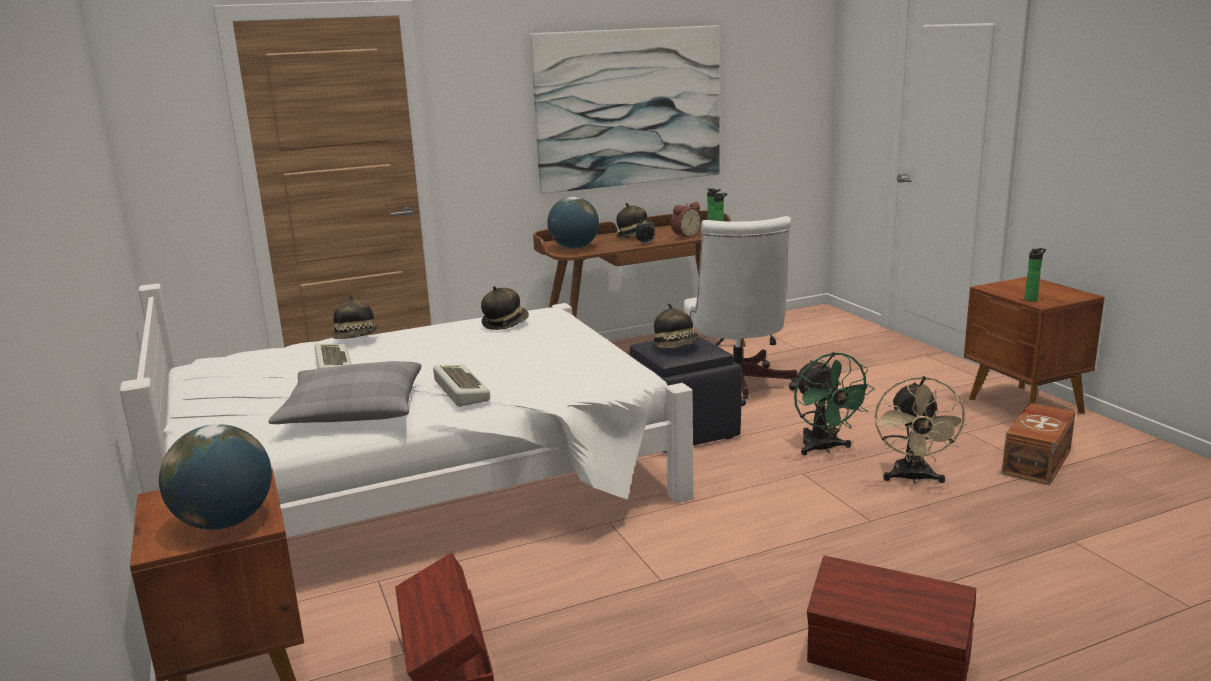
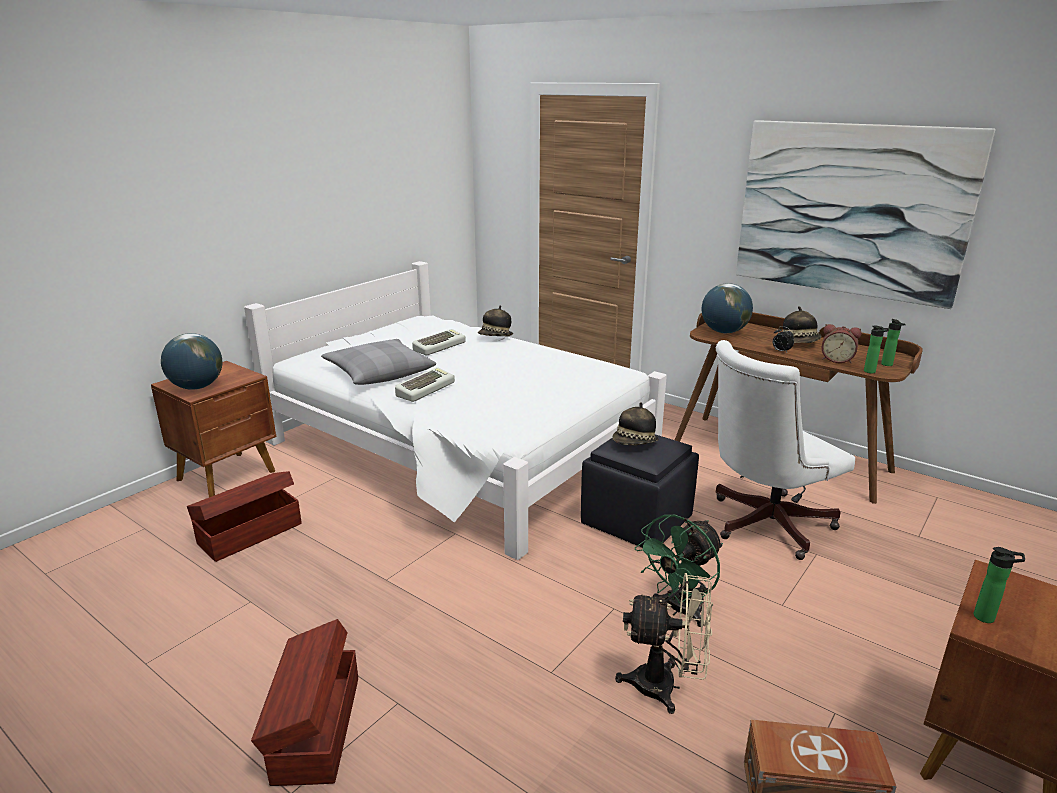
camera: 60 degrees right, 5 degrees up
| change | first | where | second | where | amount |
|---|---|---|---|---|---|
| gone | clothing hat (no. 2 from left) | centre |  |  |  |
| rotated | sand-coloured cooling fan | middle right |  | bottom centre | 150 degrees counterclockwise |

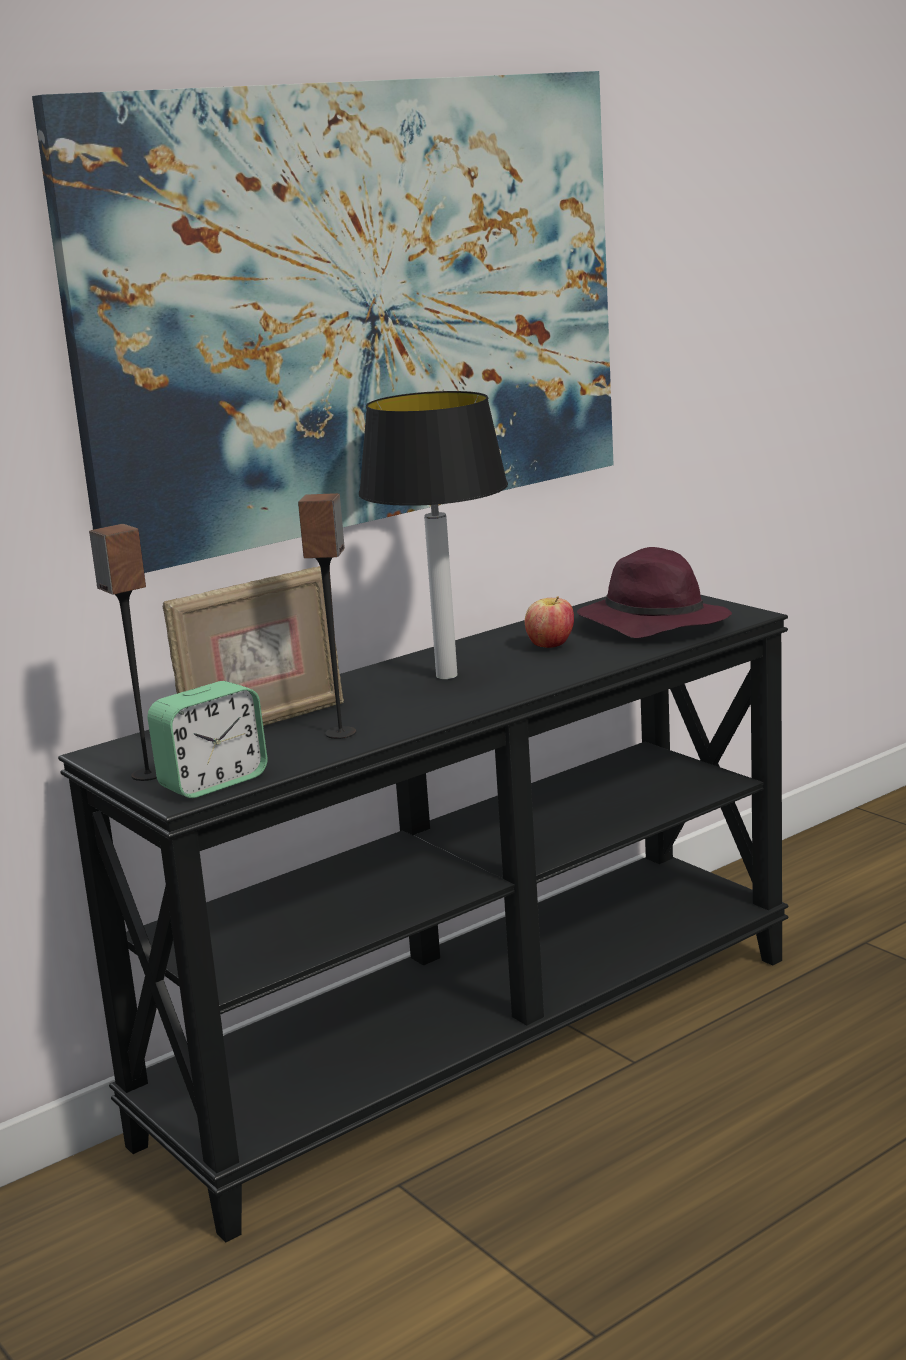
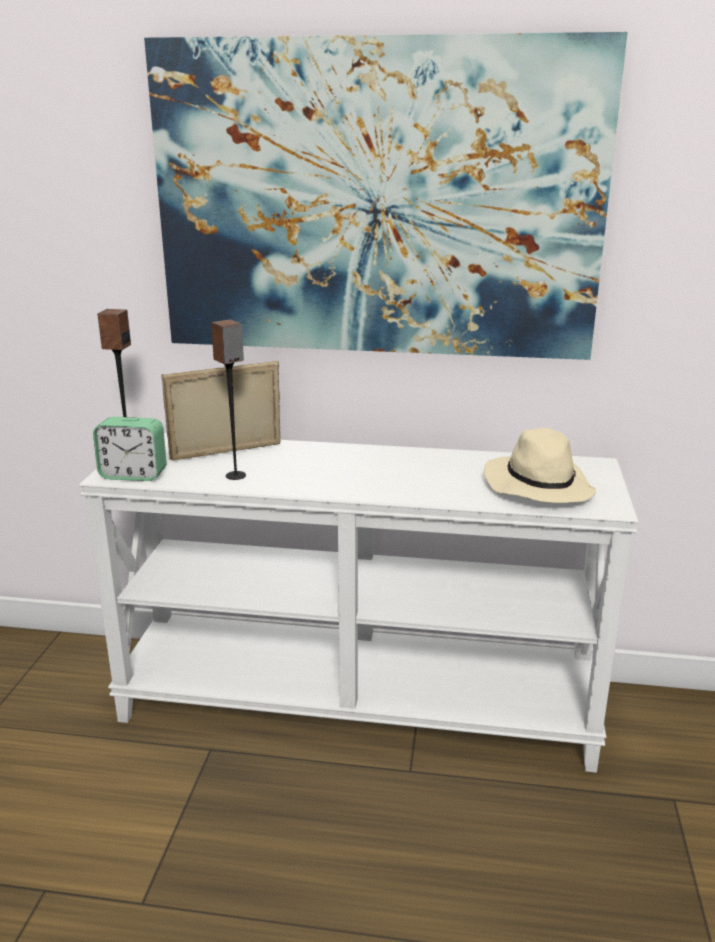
camera: 45 degrees right, 5 degrees up
| change | first | where | second | where | amount |
|---|---|---|---|---|---|
| gone | lamp for a table | centre |  |  |  |
| gone | whole apple | centre |  |  |  |
| repainted | blackish console table | bottom centre | white console table | centre |  |
| repainted | purple-coloured clothing hat | middle right | sand-coloured clothing hat | middle right |  |
| rotated | photo frame | middle left |  | middle left | 150 degrees clockwise |

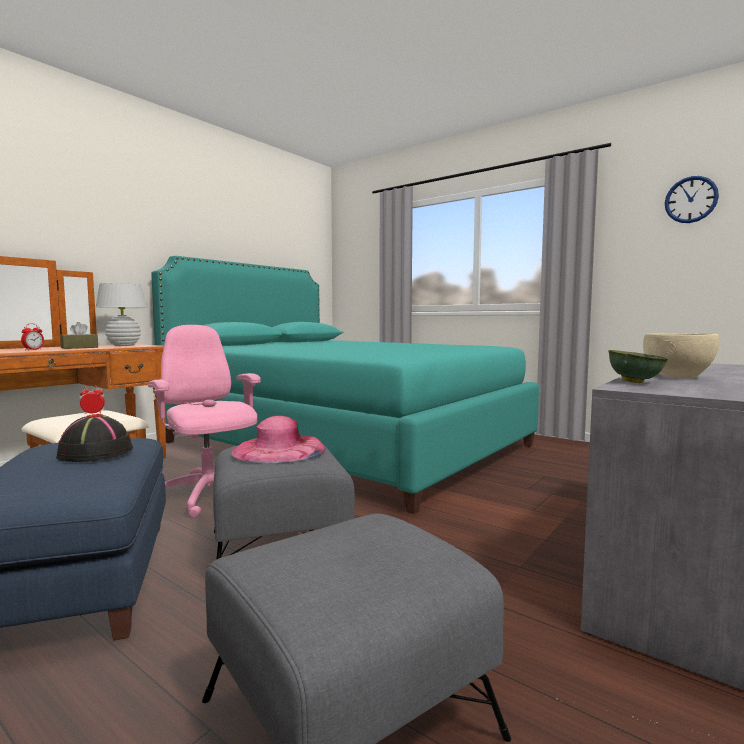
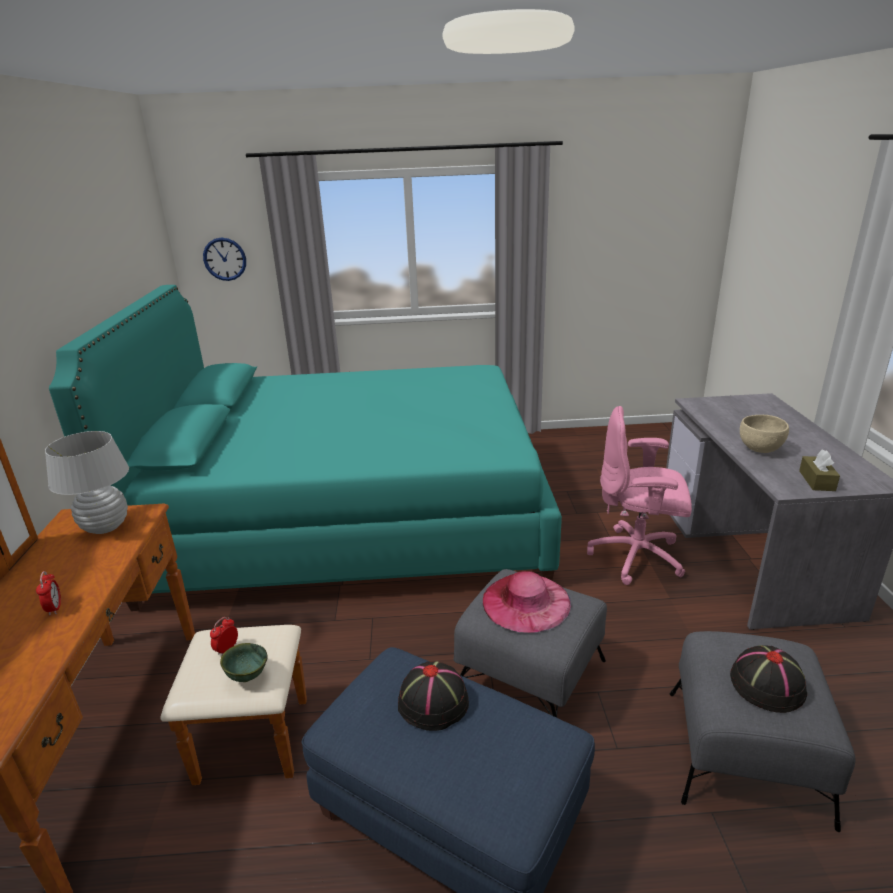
camera: 40 degrees left, 20 degrees up
| change | first | where | second | where | amount |
|---|---|---|---|---|---|
| new |  |  | blackish clothing hat (no. 2 from left) | bottom right |  |
| shifted | brown tissue holder | middle left |  | middle right |  |
| shifted | pink computer chair | middle left |  | middle right |  |
| shifted | green serving bowl | middle right |  | bottom left |  |
| shifted | clock on the wall | top right |  | top left |  |

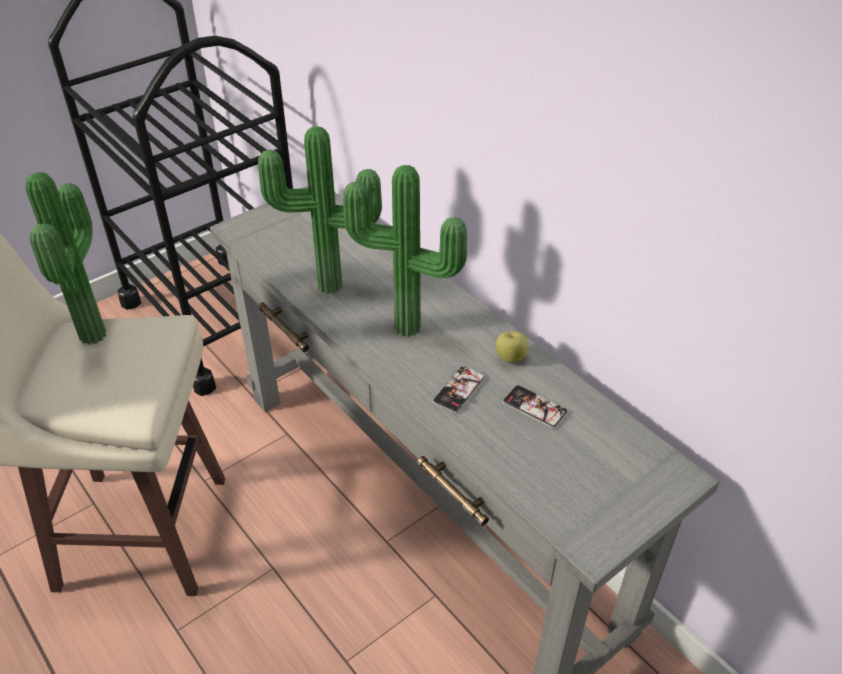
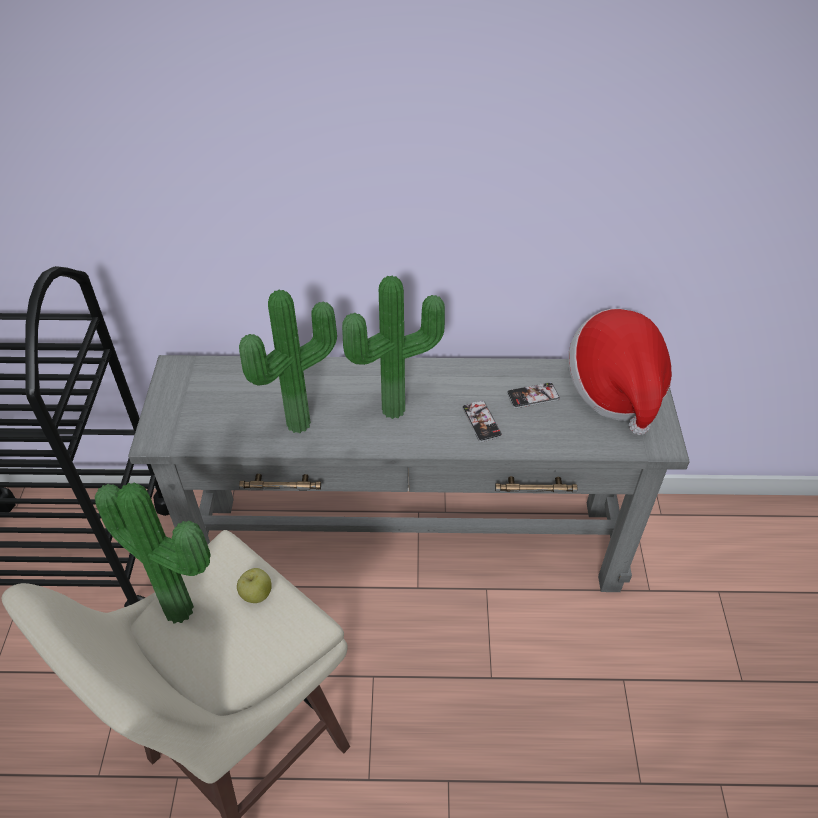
camera: 50 degrees left, 5 degrees up
| change | first | where | second | where | amount |
|---|---|---|---|---|---|
| new |  |  | clothing hat | middle right |  |
| shifted | whole apple | centre |  | bottom left |  |

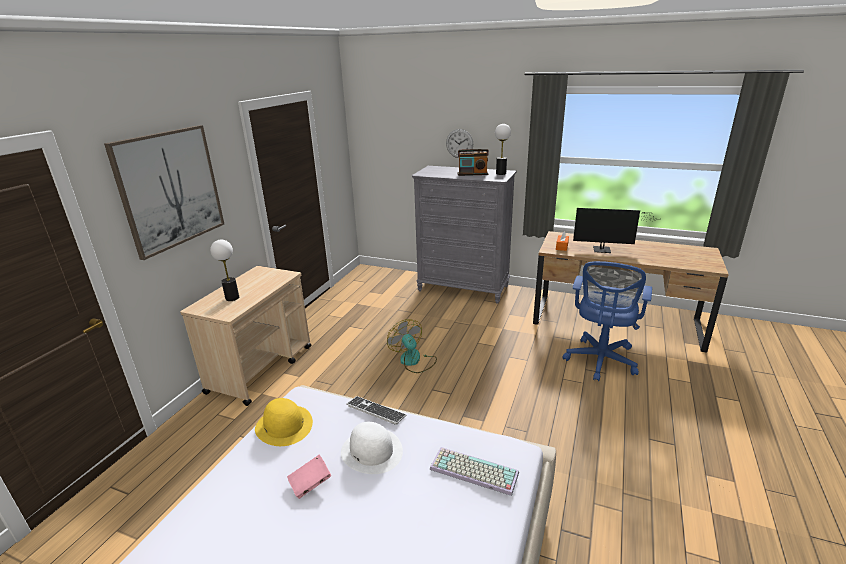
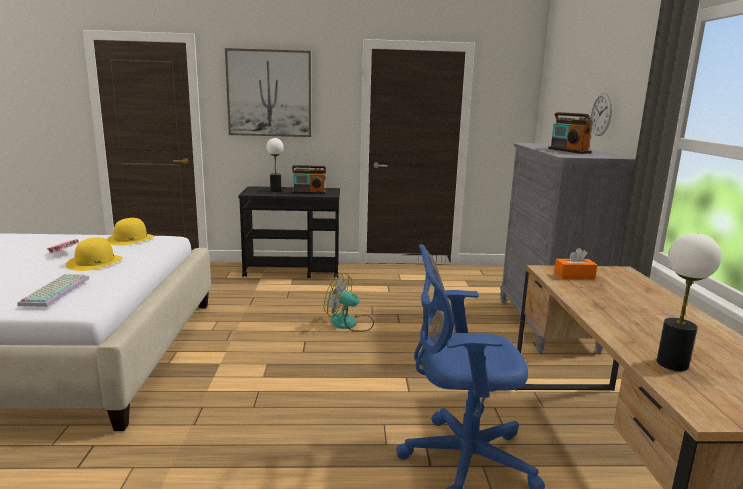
camera: 65 degrees right, 10 degrees down
| change | first | where | second | where | amount |
|---|---|---|---|---|---|
| gone | computer keyboard (no. 1 from left) | bottom centre |  |  |  |
| gone | computer screen | middle right |  |  |  |
| new |  |  | radio receiver (no. 1 from left) | centre |  |
| shifted | lamp for a table (no. 2 from left) | top centre |  | middle right |  |
| repainted | sand-coloured trolley | middle left | blackish trolley | centre |  |
| repainted | white clothing hat | bottom centre | yellowish clothing hat (no. 1 from left) | middle left |  |
| rotated | cooling fan | centre |  | centre | 105 degrees counterclockwise |

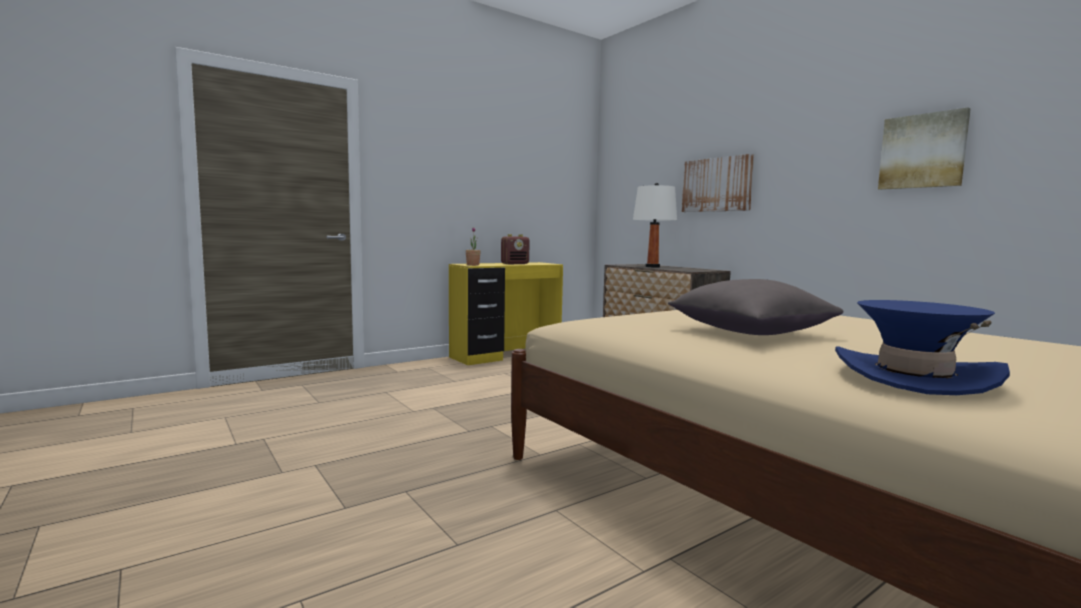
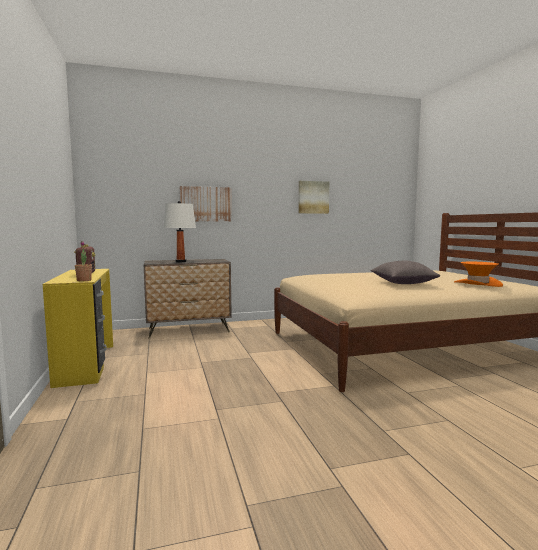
camera: 70 degrees left, 0 degrees up
| change | first | where | second | where | amount |
|---|---|---|---|---|---|
| repainted | blue-coloured clothing hat | middle right | orange clothing hat | middle right |  |

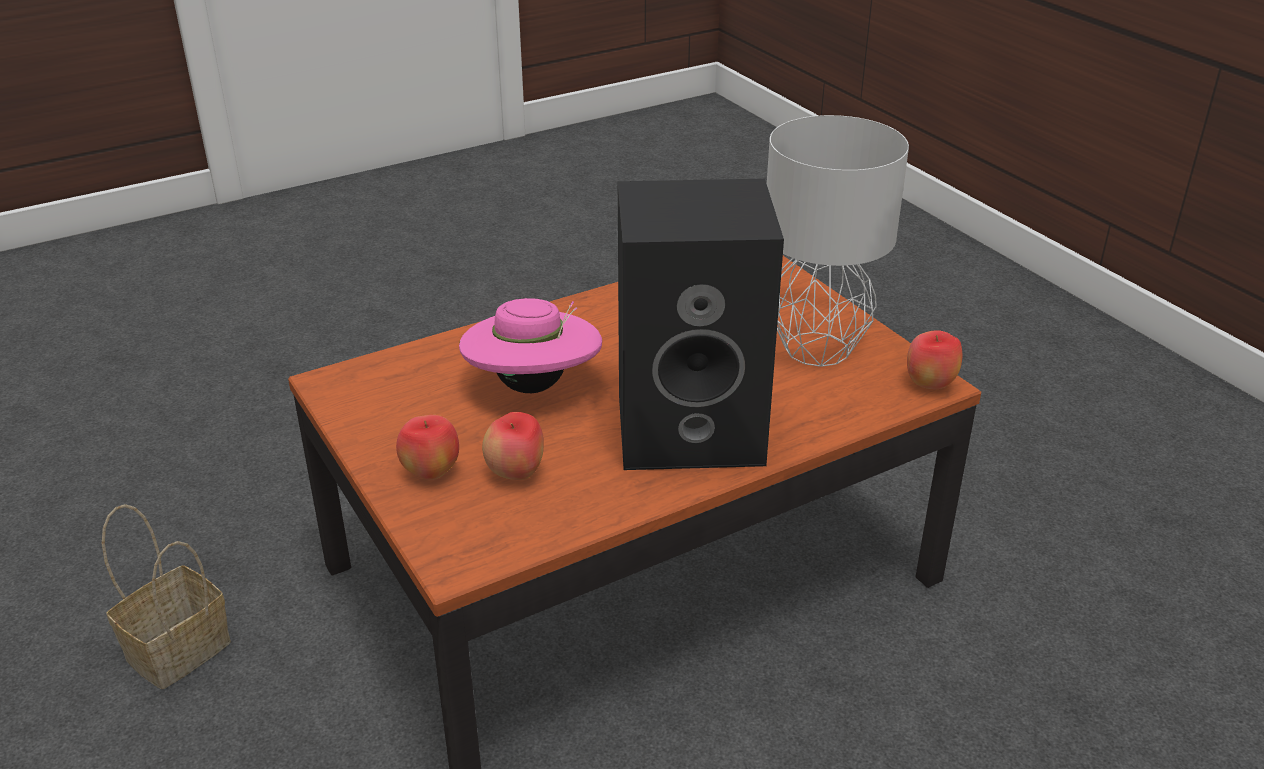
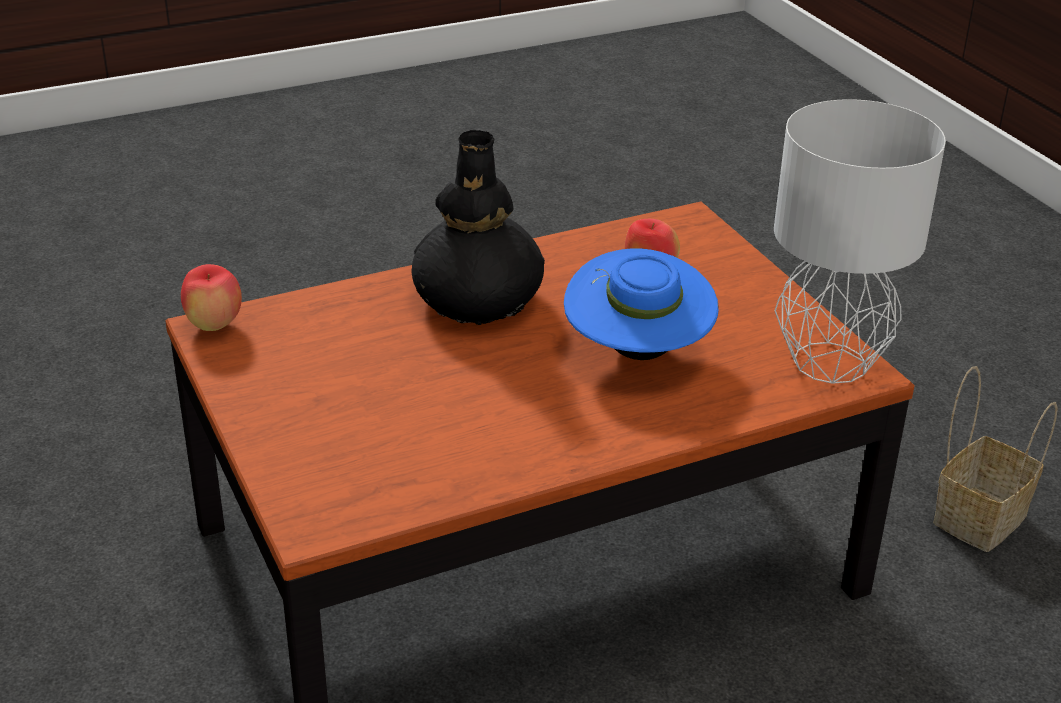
camera: 175 degrees left, 0 degrees up
| change | first | where | second | where | amount |
|---|---|---|---|---|---|
| gone | whole apple (no. 1 from left) | centre |  |  |  |
| shifted | gray lamp for a table | top centre |  | middle right |  |
| swapped | blackish speaker | centre | blackish vase | top centre |  |
| repainted | pink clothing hat | centre | blue-coloured clothing hat | centre |  |

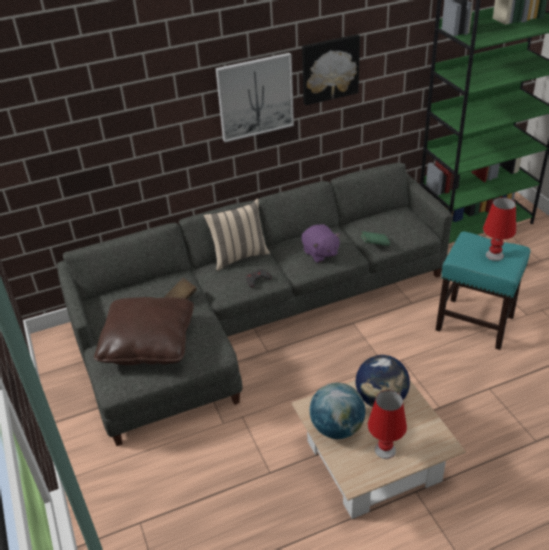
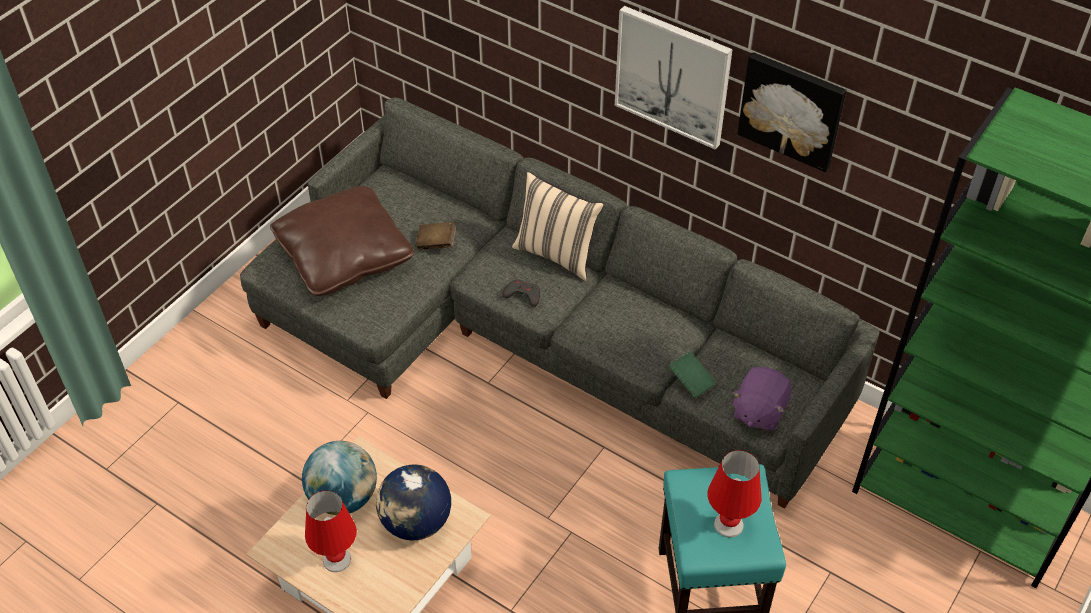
camera: 55 degrees right, 10 degrees up
| change | first | where | second | where | amount |
|---|---|---|---|---|---|
| shifted | purple-coloured plush toy | centre |  | middle right |  |

